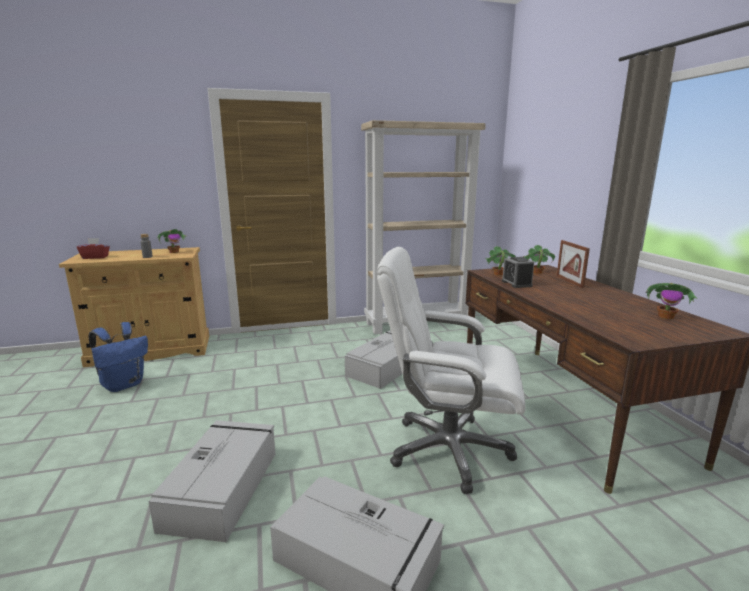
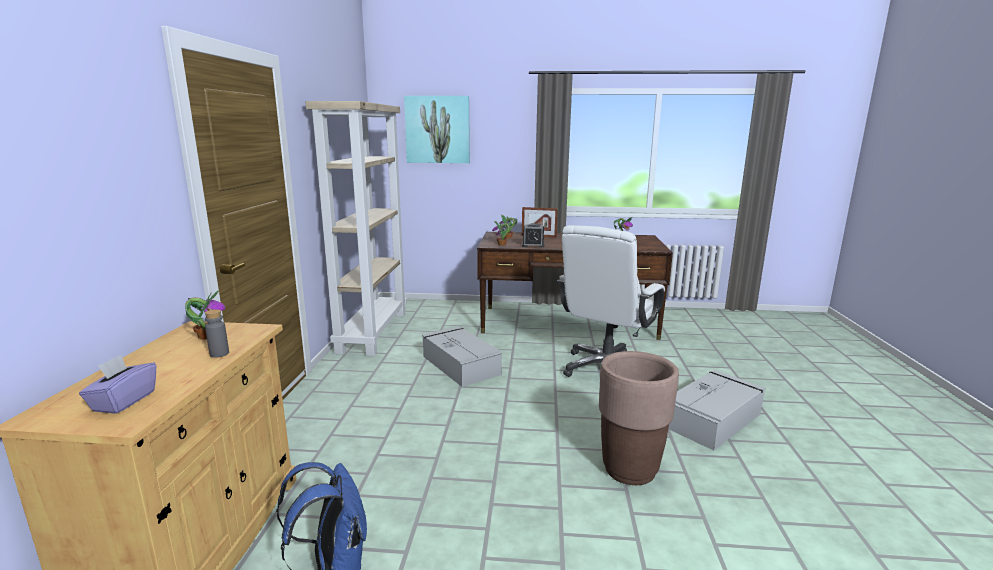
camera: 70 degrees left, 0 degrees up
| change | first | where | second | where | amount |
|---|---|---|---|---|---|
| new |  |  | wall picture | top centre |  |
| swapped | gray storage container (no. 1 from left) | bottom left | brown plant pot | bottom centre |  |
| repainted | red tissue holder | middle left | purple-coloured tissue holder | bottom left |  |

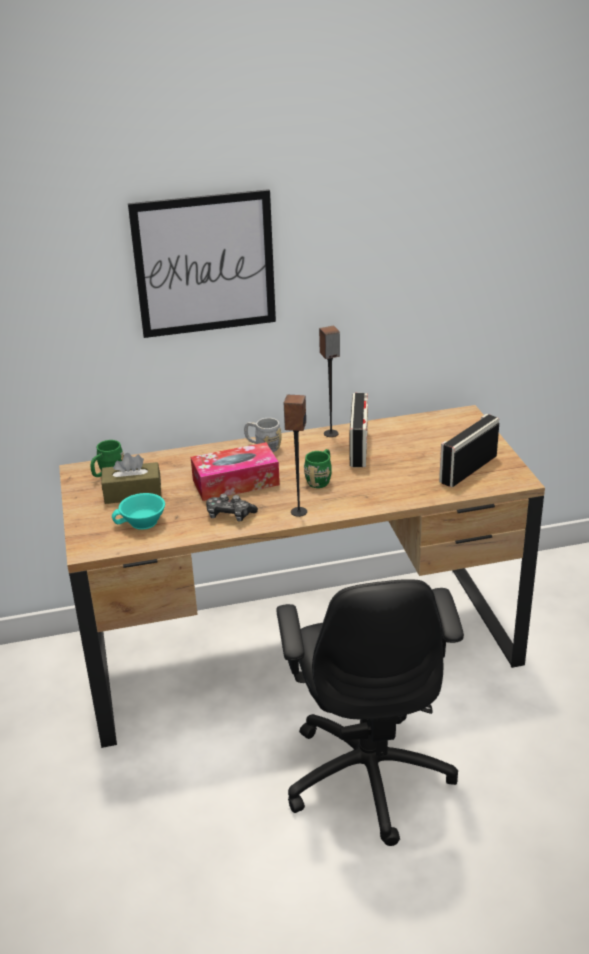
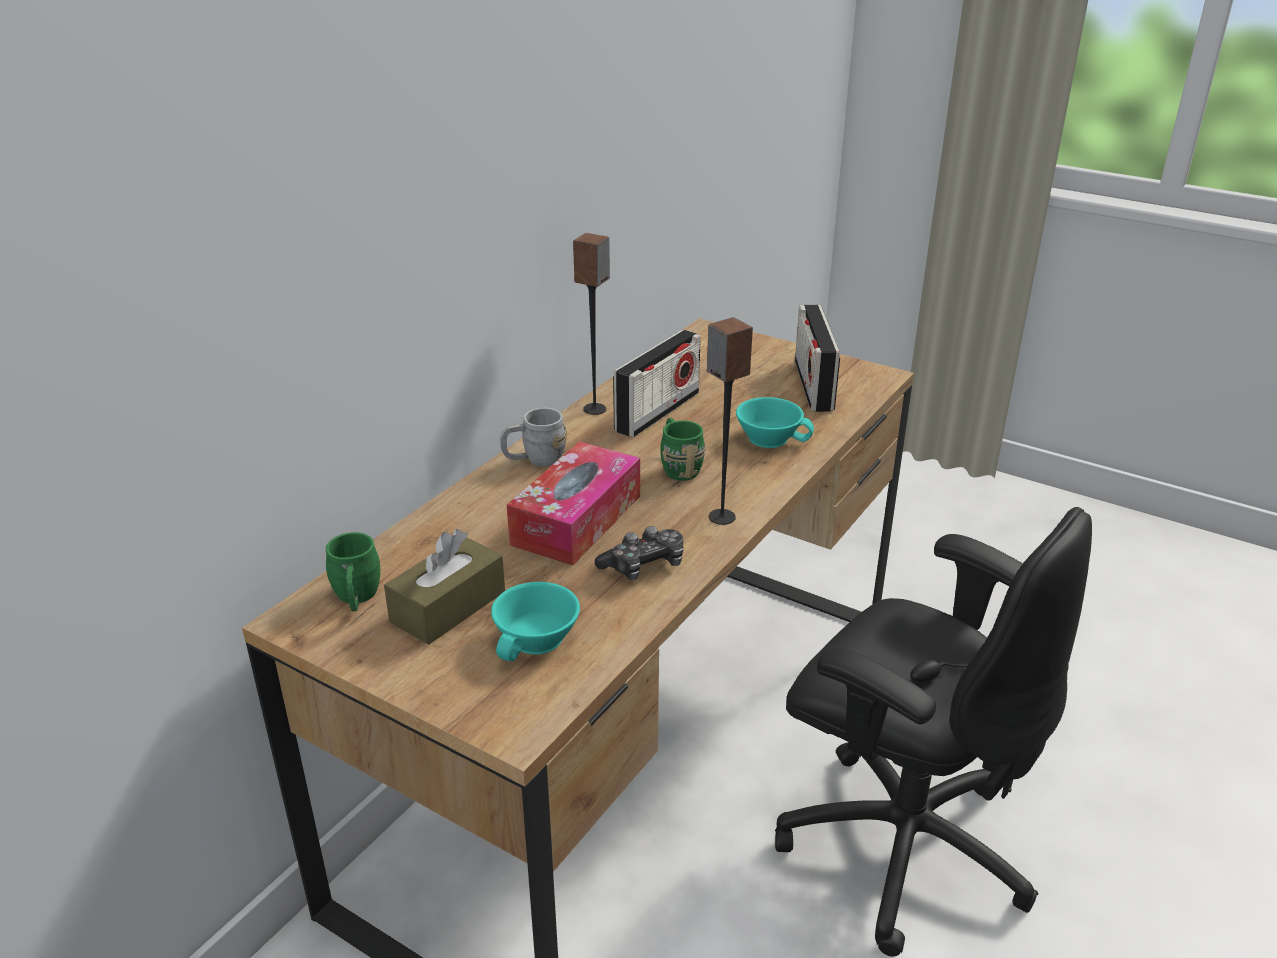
camera: 45 degrees left, 0 degrees up
| change | first | where | second | where | amount |
|---|---|---|---|---|---|
| gone | wall picture | top centre |  |  |  |
| new |  |  | turquoise-coloured small cup (no. 2 from left) | centre |  |
| rotated | radio receiver (no. 1 from left) | centre |  | centre | 75 degrees clockwise |

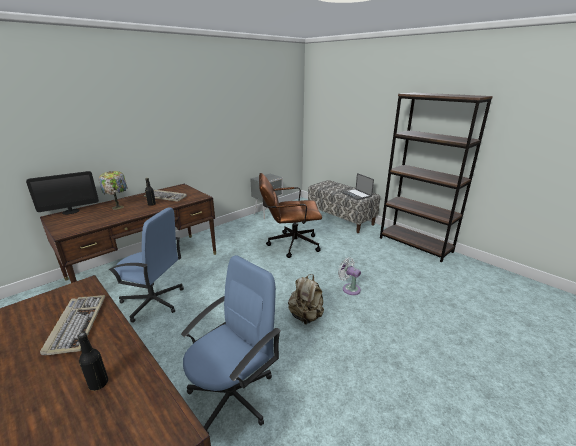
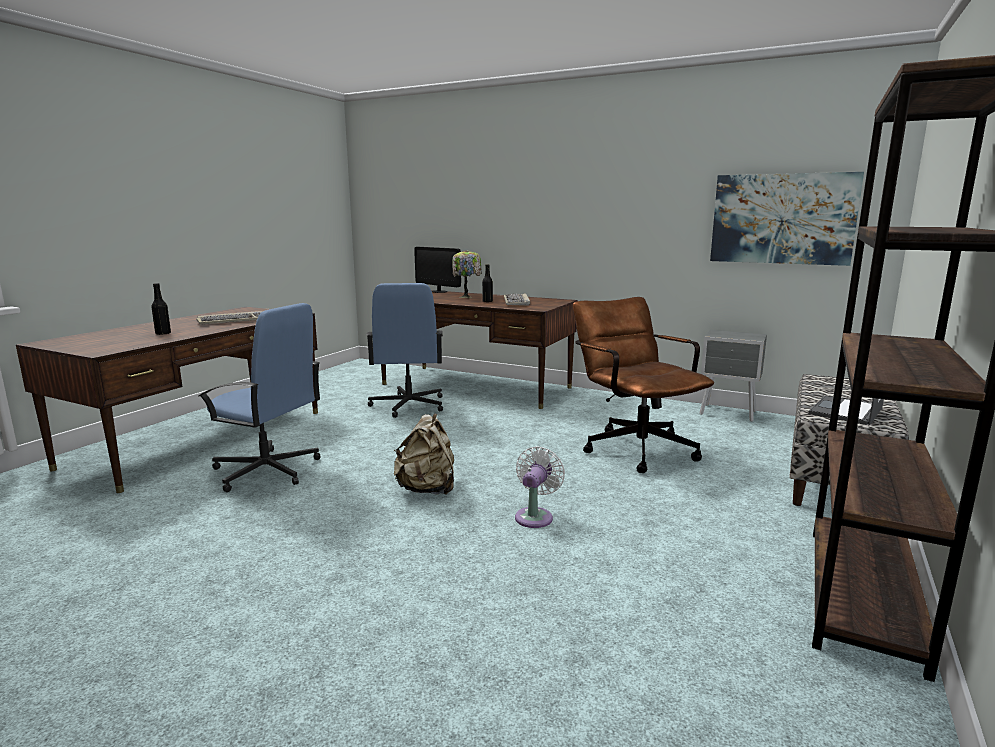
camera: 70 degrees right, 10 degrees down
| change | first | where | second | where | amount |
|---|---|---|---|---|---|
| new |  |  | wall picture | top right |  |

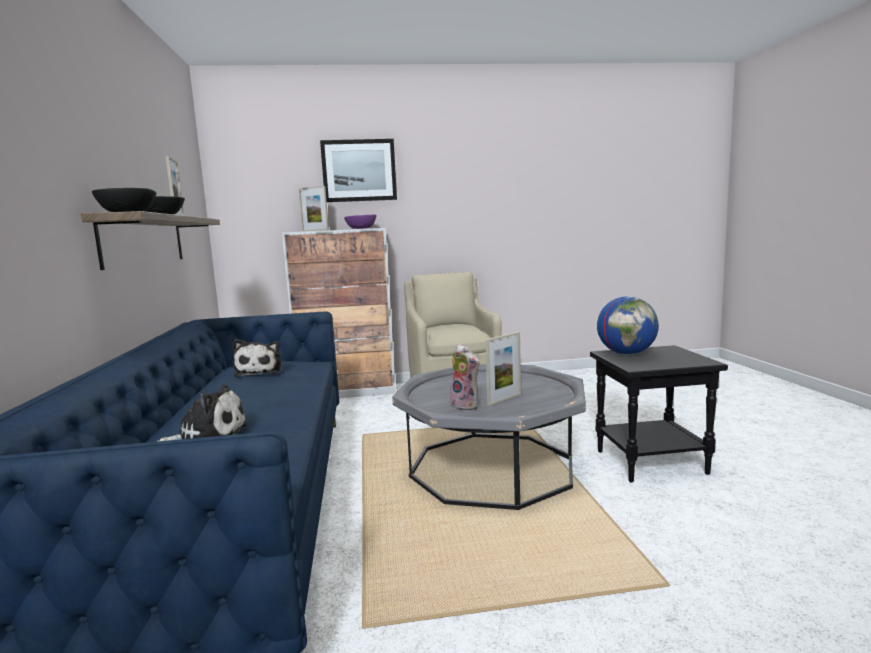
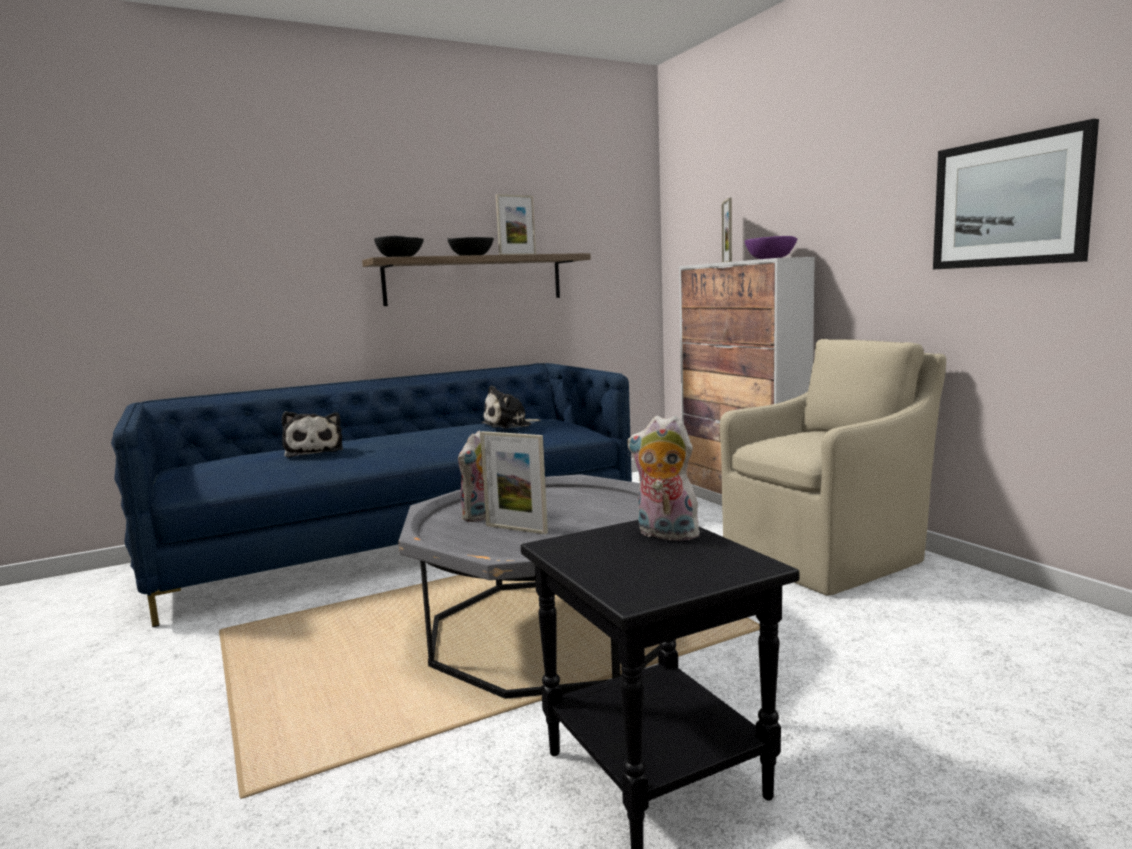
camera: 70 degrees right, 0 degrees up
| change | first | where | second | where | amount |
|---|---|---|---|---|---|
| shifted | wall picture | top centre |  | top right |  |
| swapped | desk globe | middle right | plush toy (no. 4 from left) | centre |  |

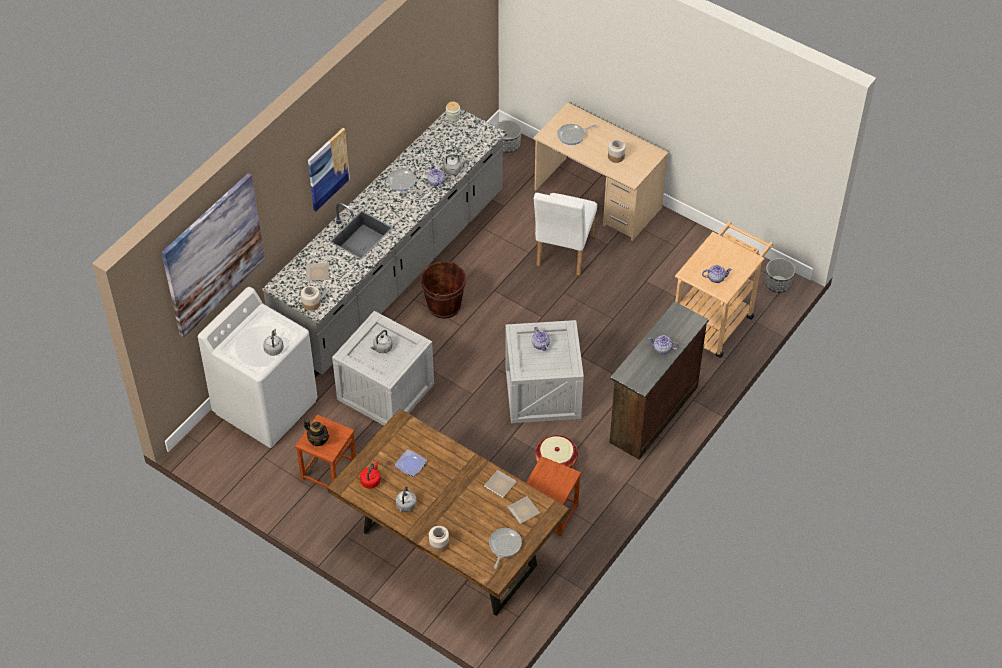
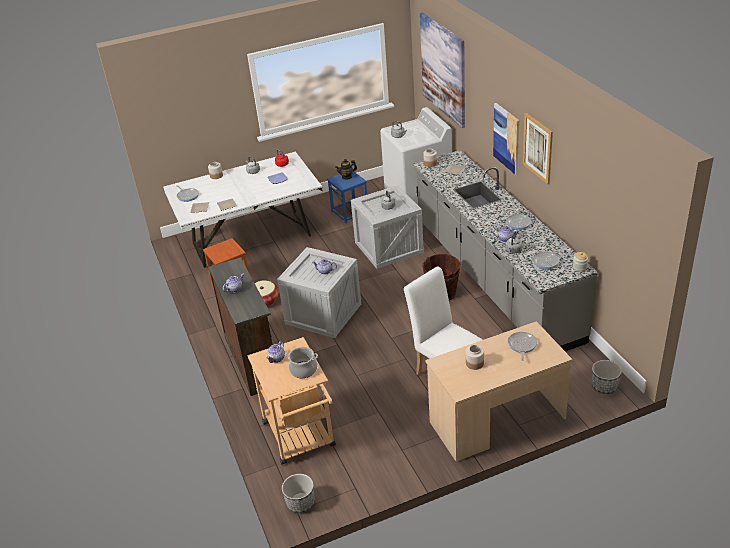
camera: 125 degrees right, 15 degrees down
| change | first | where | second | where | amount |
|---|---|---|---|---|---|
| new |  |  | cooking pot | centre |  |
| new |  |  | wall picture (no. 3 from left) | top right |  |
| new |  |  | skillet (no. 4 from left) | middle right |  |
| repainted | brown stool seat (no. 1 from left) | bottom left | blue-coloured stool seat | centre |  |
| repainted | brown dining table | bottom centre | white dining table | middle left |  |

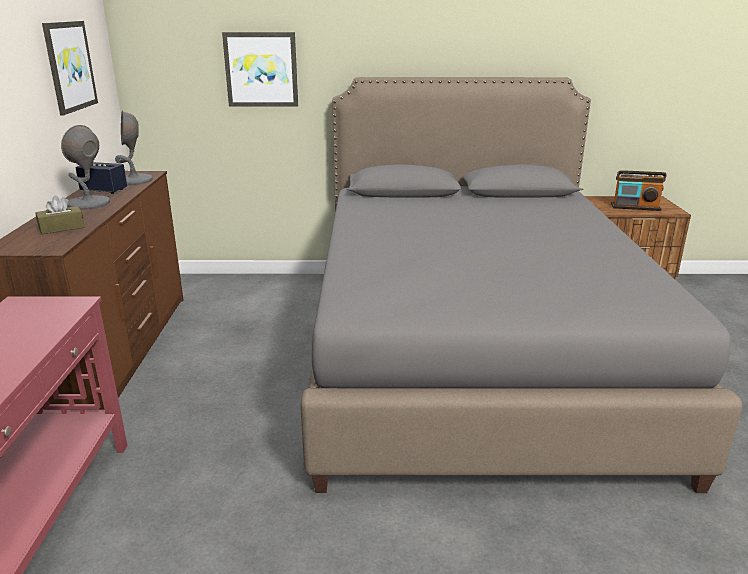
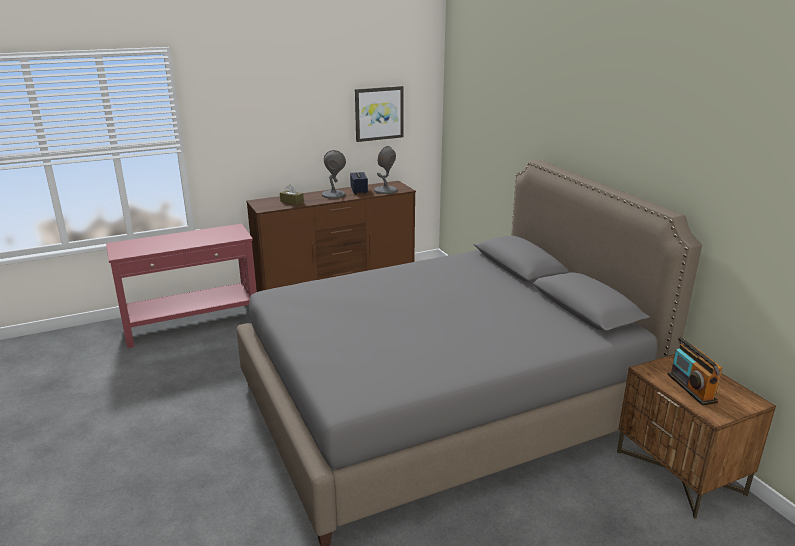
camera: 65 degrees right, 0 degrees up
| change | first | where | second | where | amount |
|---|---|---|---|---|---|
| gone | wall picture (no. 2 from left) | top centre |  |  |  |

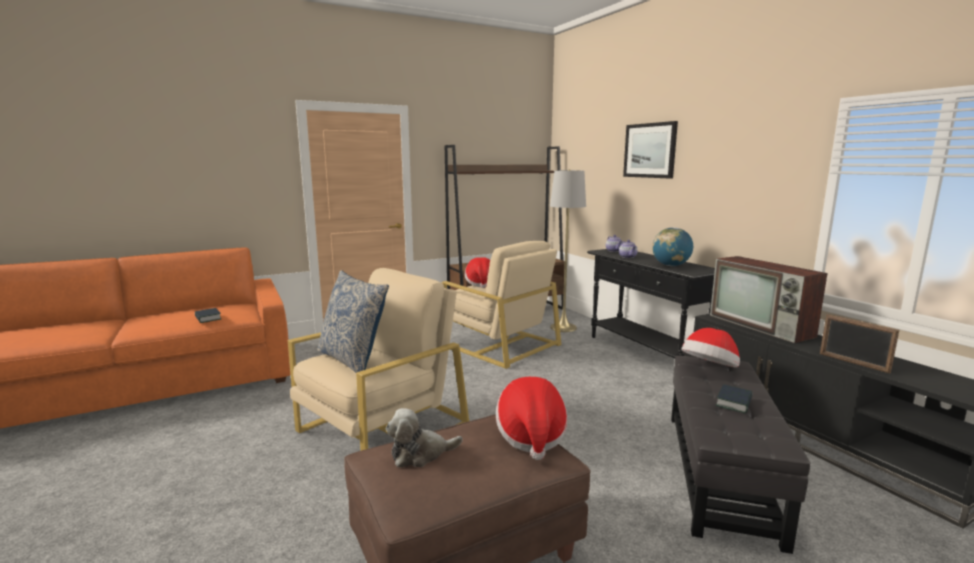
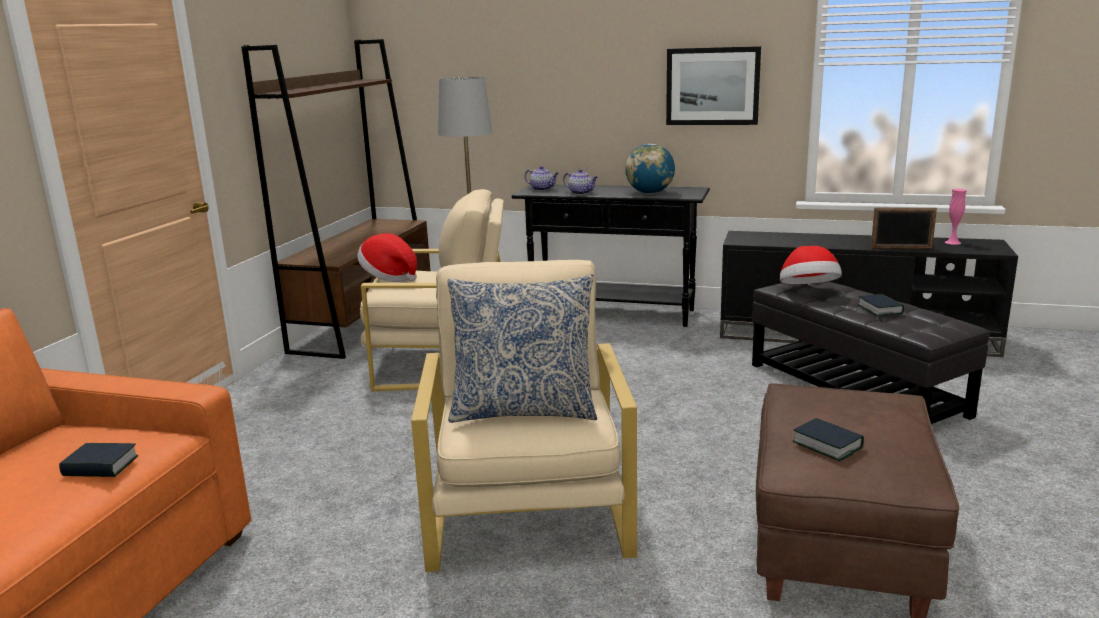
camera: 45 degrees left, 5 degrees up
| change | first | where | second | where | amount |
|---|---|---|---|---|---|
| gone | clothing hat (no. 2 from left) | bottom centre |  |  |  |
| gone | TV | middle right |  |  |  |
| new |  |  | pink vase | middle right |  |
| shifted | wall picture | top right |  | top centre |  |
| swapped | plush toy | bottom centre | volume (no. 2 from left) | bottom right |  |

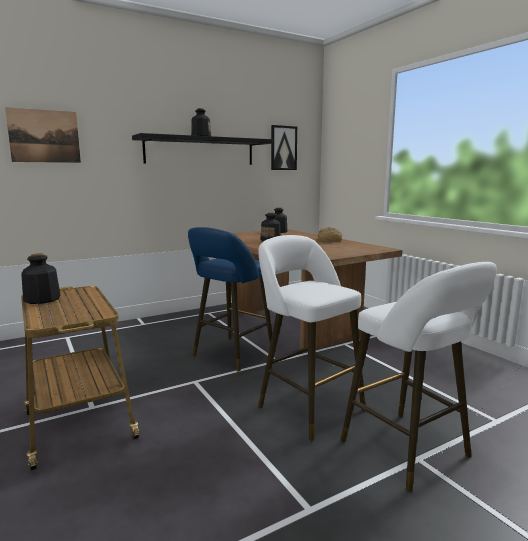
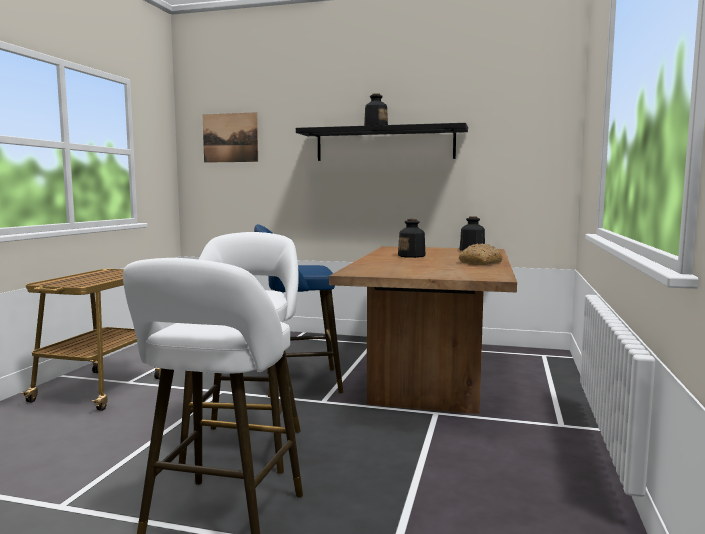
camera: 45 degrees right, 5 degrees down
| change | first | where | second | where | amount |
|---|---|---|---|---|---|
| gone | beverage bottle (no. 1 from left) | middle left |  |  |  |
| gone | wall picture (no. 2 from left) | top centre |  |  |  |

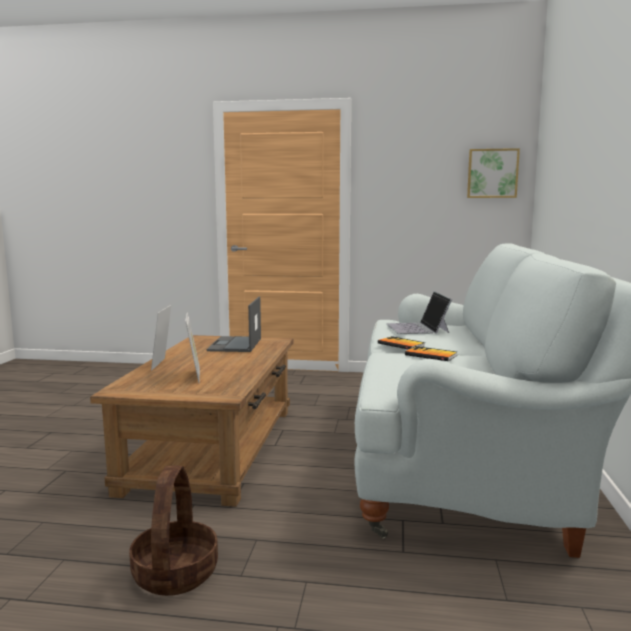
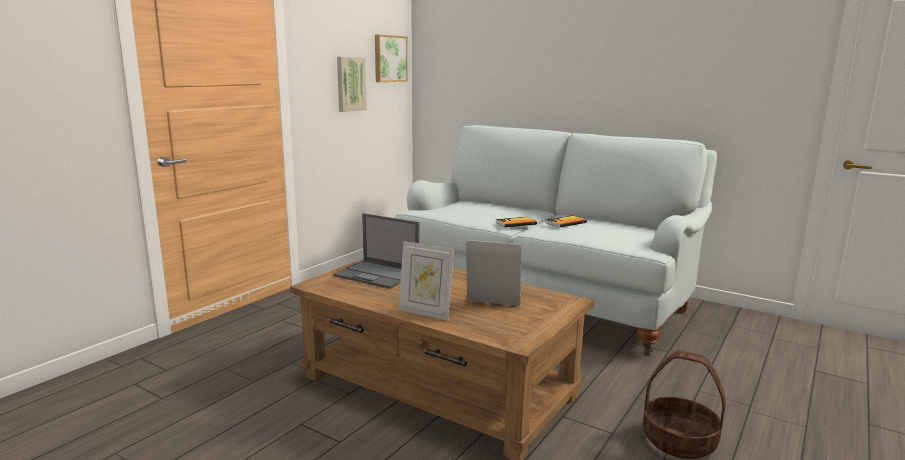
camera: 65 degrees left, 5 degrees up
| change | first | where | second | where | amount |
|---|---|---|---|---|---|
| gone | notebook computer (no. 2 from left) | centre |  |  |  |
| new |  |  | wall picture (no. 1 from left) | top centre |  |

